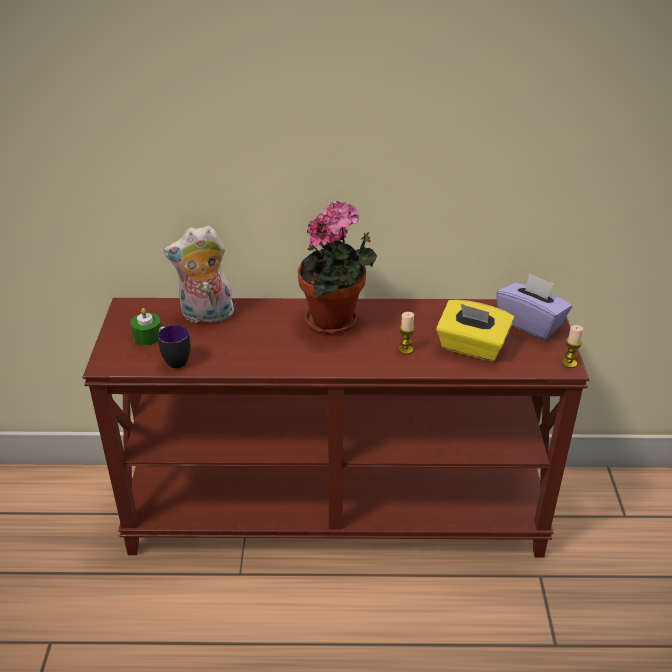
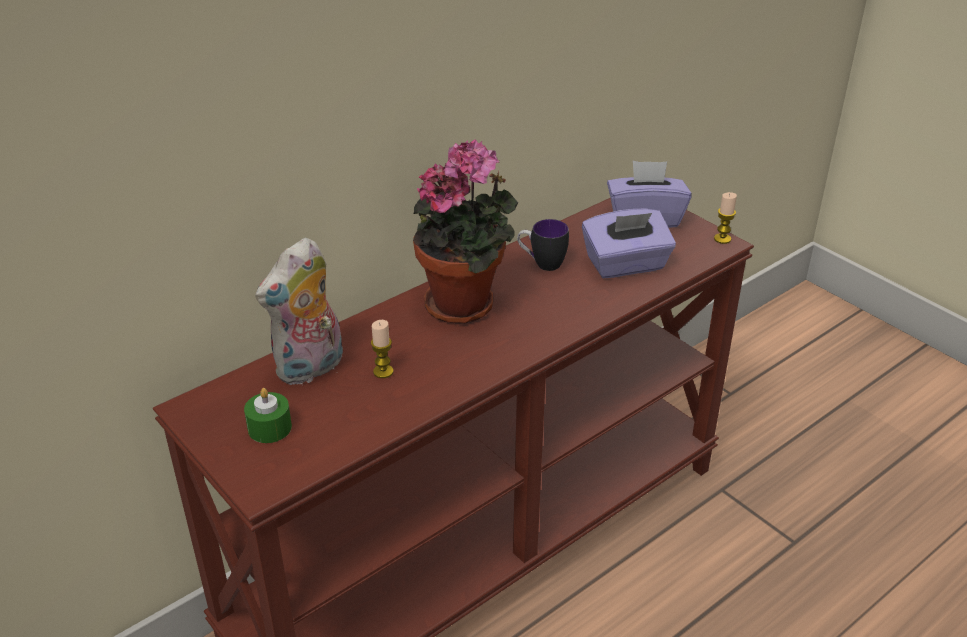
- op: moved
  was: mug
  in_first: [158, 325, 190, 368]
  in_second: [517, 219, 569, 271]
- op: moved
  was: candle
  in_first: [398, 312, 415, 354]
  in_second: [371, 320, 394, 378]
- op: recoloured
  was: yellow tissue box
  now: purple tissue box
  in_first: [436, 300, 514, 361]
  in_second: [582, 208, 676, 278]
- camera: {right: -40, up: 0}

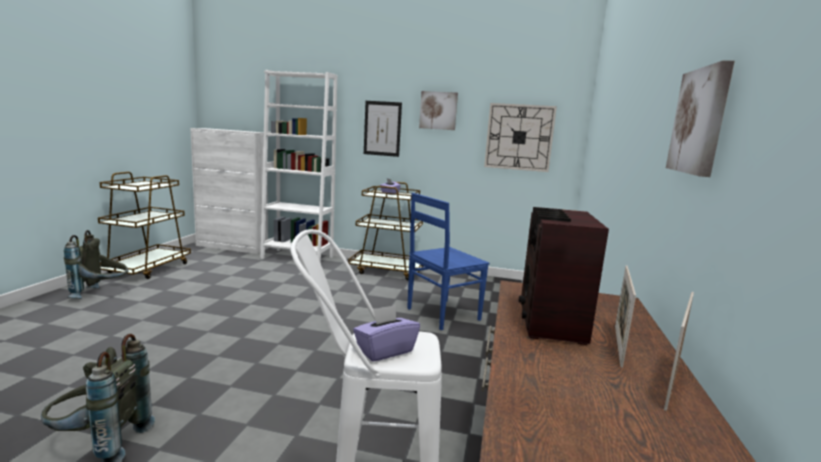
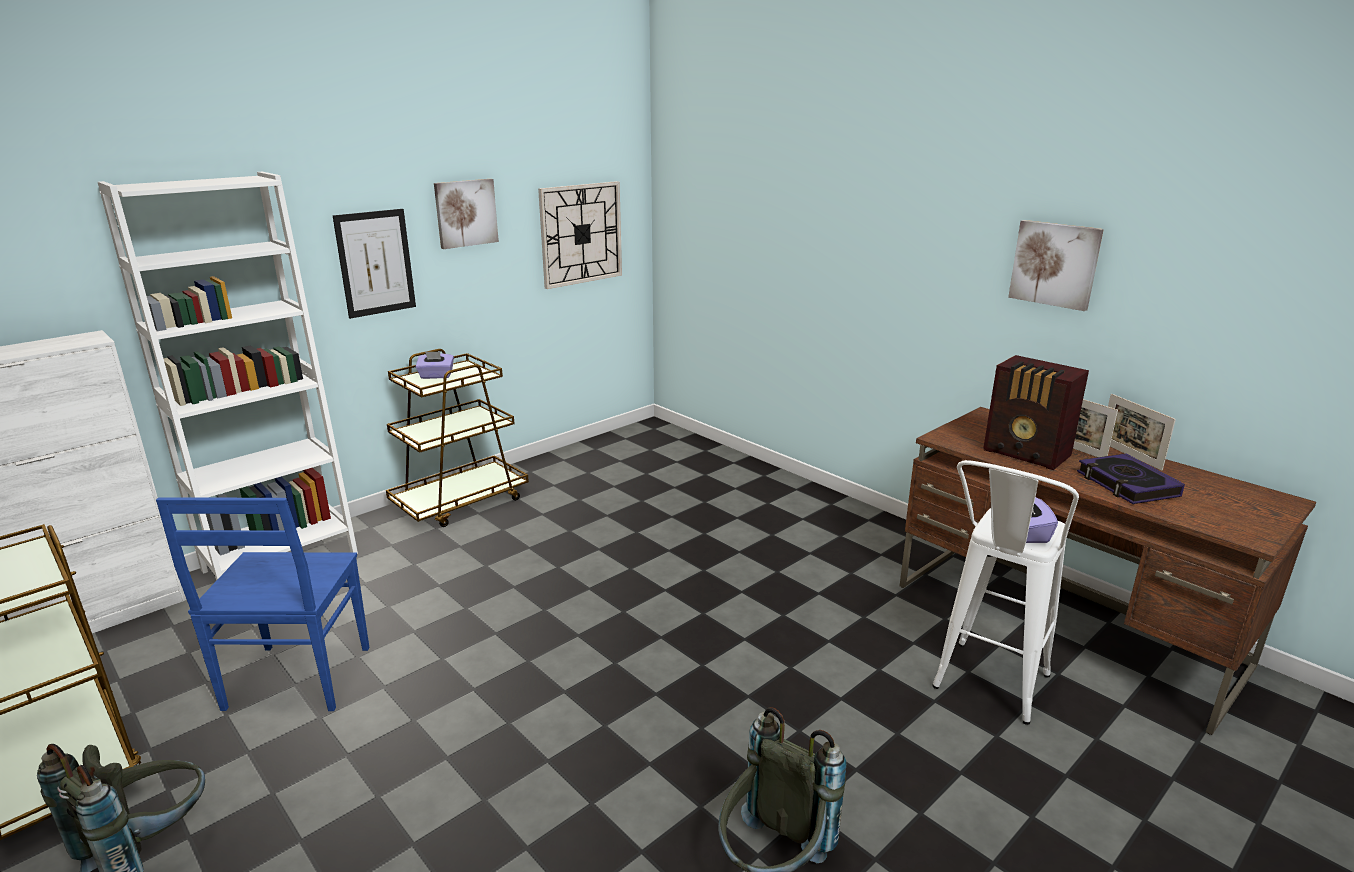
- op: moved
  was: blue chair
  in_first: [407, 193, 489, 330]
  in_second: [156, 497, 369, 711]
- op: added
  now: book
  in_second: [1077, 454, 1185, 504]
- camera: {right: -55, up: 10}

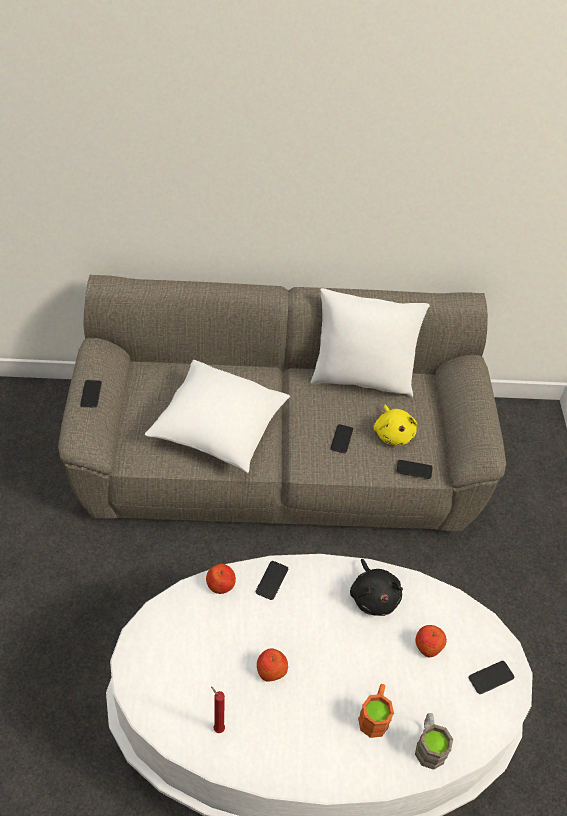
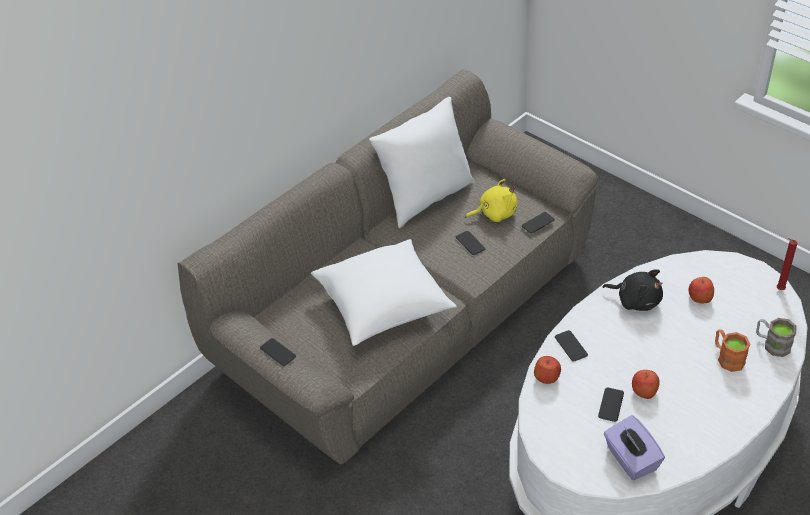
- op: moved
  was: red candle
  in_first: [211, 687, 225, 733]
  in_second: [777, 238, 797, 290]
- op: turned
  was: yellow plush toy
  in_first: [374, 405, 417, 445]
  in_second: [465, 179, 518, 222]
  clockwise: -45
- op: moved
  was: phone
  in_first: [469, 661, 514, 694]
  in_second: [598, 387, 624, 422]
- op: added
  now: purple tissue box
  in_second: [604, 415, 665, 480]
- camera: {right: -40, up: -5}

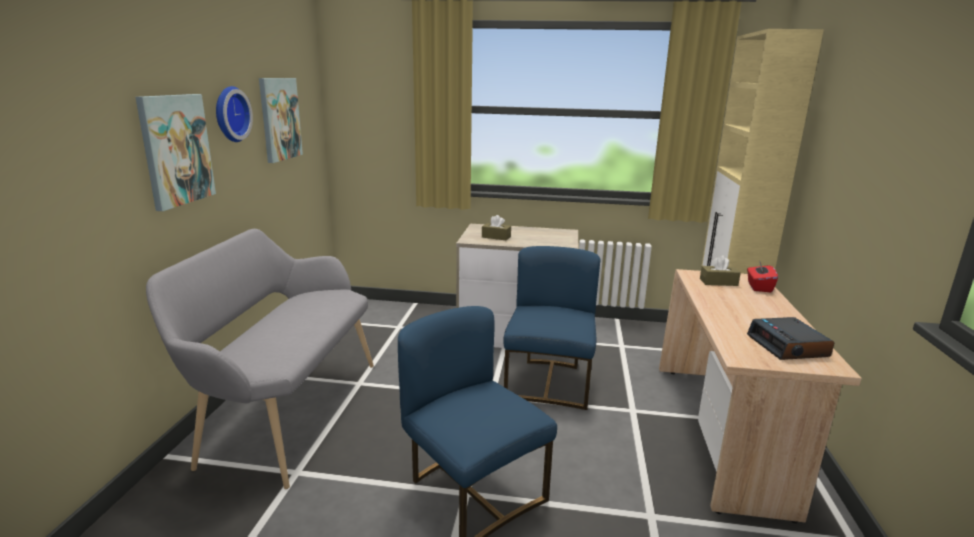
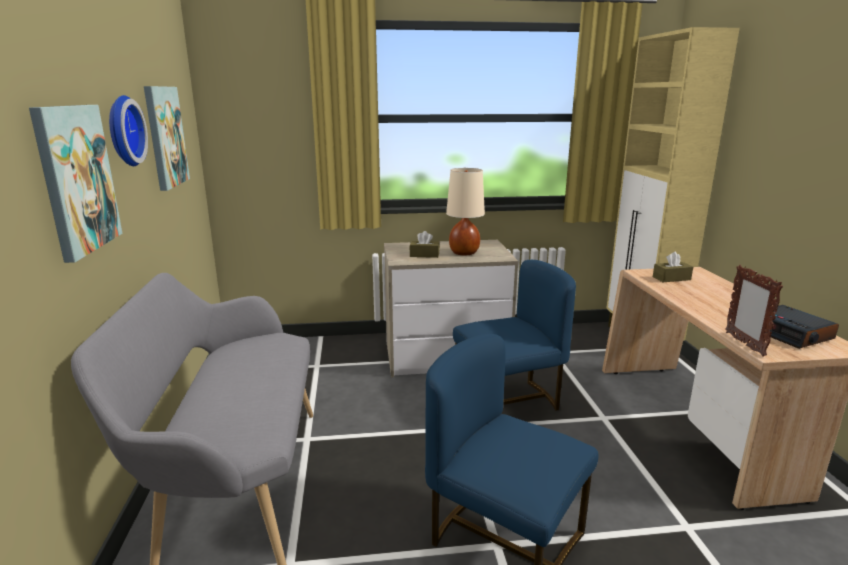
- op: turned
  was: blue chair
  in_first: [503, 246, 600, 410]
  in_second: [453, 260, 576, 411]
  clockwise: 75
- op: removed
  was: red tissue box
  in_first: [747, 260, 778, 293]
- op: added
  now: beige table lamp
  in_second: [446, 168, 485, 255]
- op: added
  now: picture frame
  in_second: [725, 265, 783, 357]
- camera: {right: -15, up: 0}

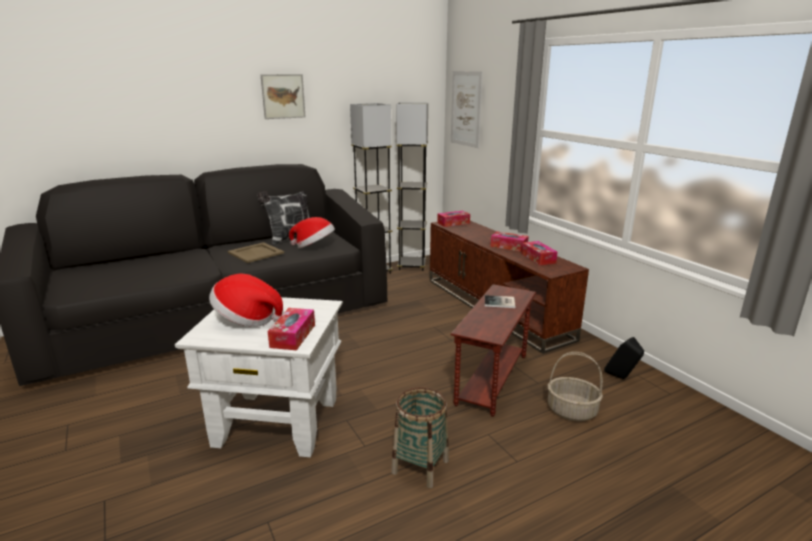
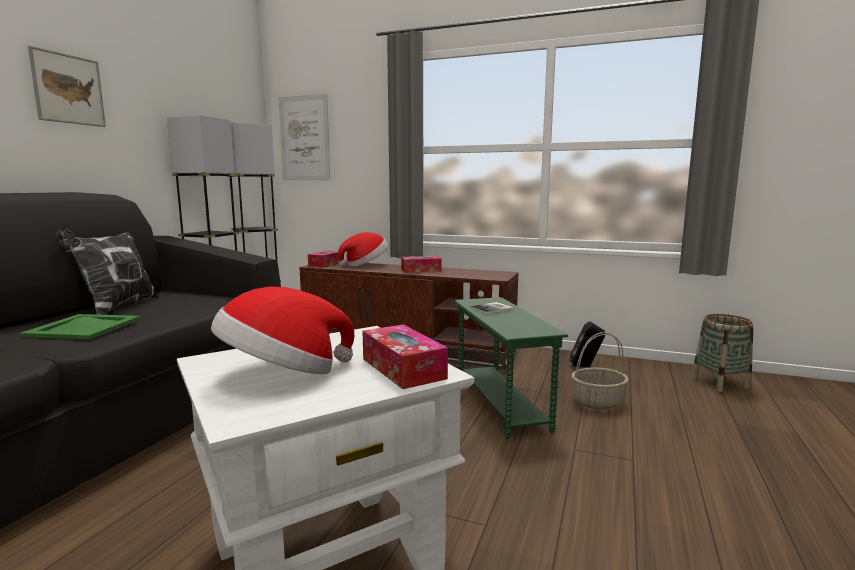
- op: recoloured
  was: beige tray
  now: green tray
  in_first: [227, 242, 284, 263]
  in_second: [20, 314, 141, 339]
- op: moved
  was: hat
  in_first: [289, 217, 335, 248]
  in_second: [338, 232, 388, 267]
- op: moved
  was: basket
  in_first: [391, 387, 449, 488]
  in_second: [692, 314, 753, 392]
- op: recoloured
  was: brown side table
  now: green side table
  in_first: [451, 284, 537, 417]
  in_second: [453, 297, 568, 439]
- op: removed
  was: tissue box
  in_first: [521, 241, 558, 265]
- camera: {right: -40, up: -10}

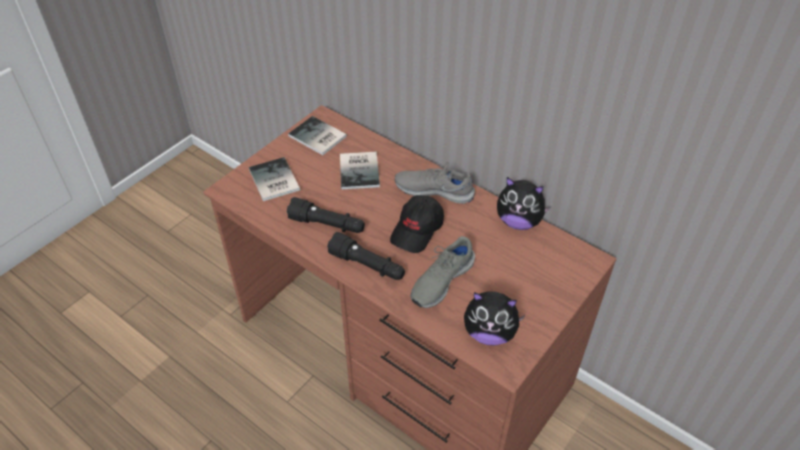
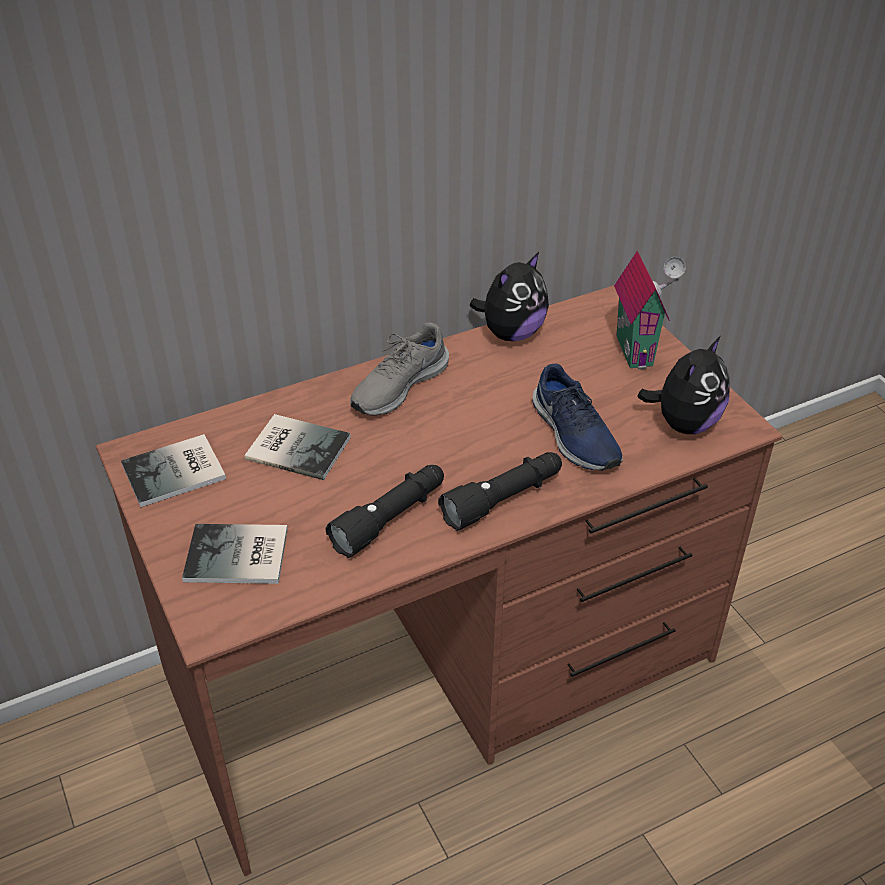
- op: removed
  was: black cap
  in_first: [390, 195, 444, 253]
- op: recoloured
  was: grey shoe
  now: blue shoe
  in_first: [411, 236, 475, 308]
  in_second: [533, 363, 623, 471]
- op: added
  now: toy house
  in_second: [614, 251, 686, 370]
- camera: {right: -65, up: -5}

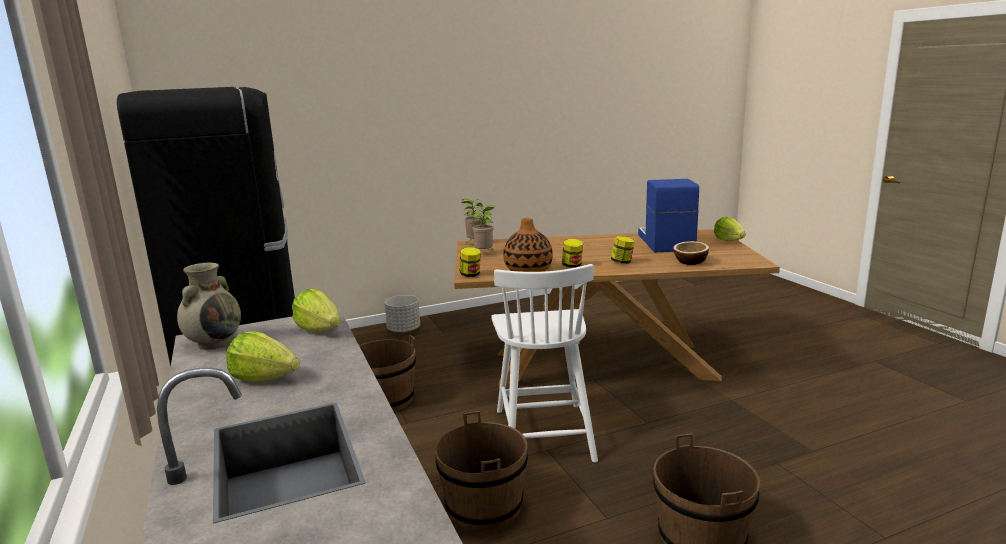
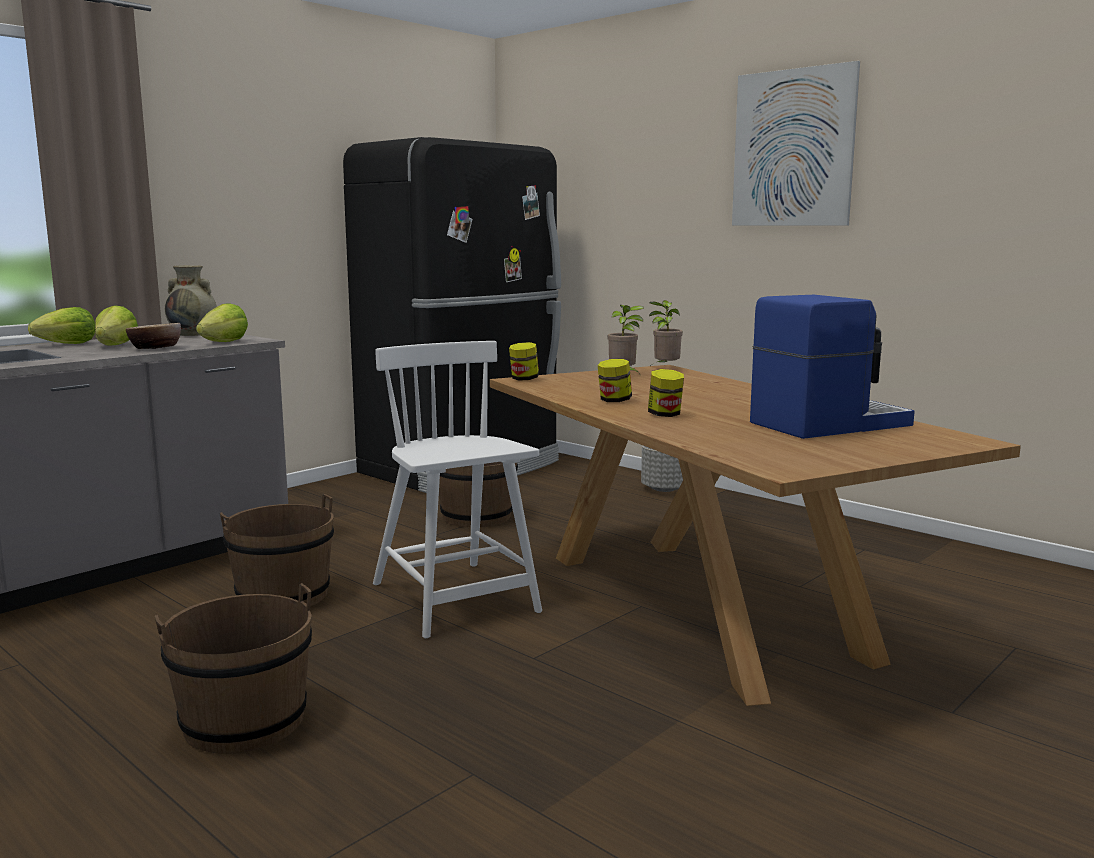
- op: turned
  was: white chair
  in_first: [491, 264, 598, 463]
  in_second: [373, 341, 542, 638]
  clockwise: 90
- op: removed
  was: vase
  in_first: [503, 218, 553, 272]
- op: moved
  was: bowl
  in_first: [673, 241, 709, 265]
  in_second: [126, 323, 181, 349]
- op: moved
  was: lettuce
  in_first: [714, 217, 746, 241]
  in_second: [28, 307, 95, 344]
- op: added
  now: picture
  in_second: [732, 61, 860, 225]
- camera: {right: 65, up: -5}

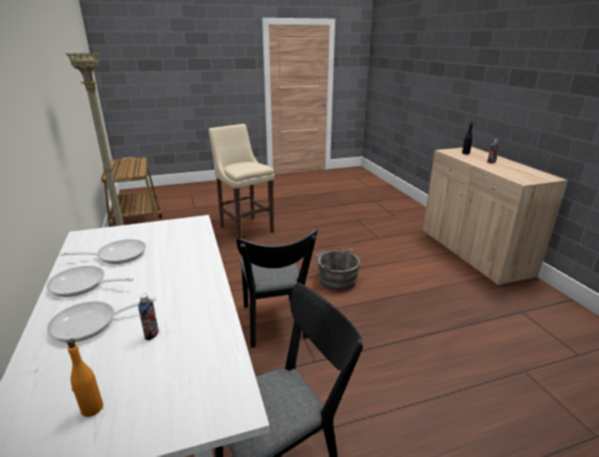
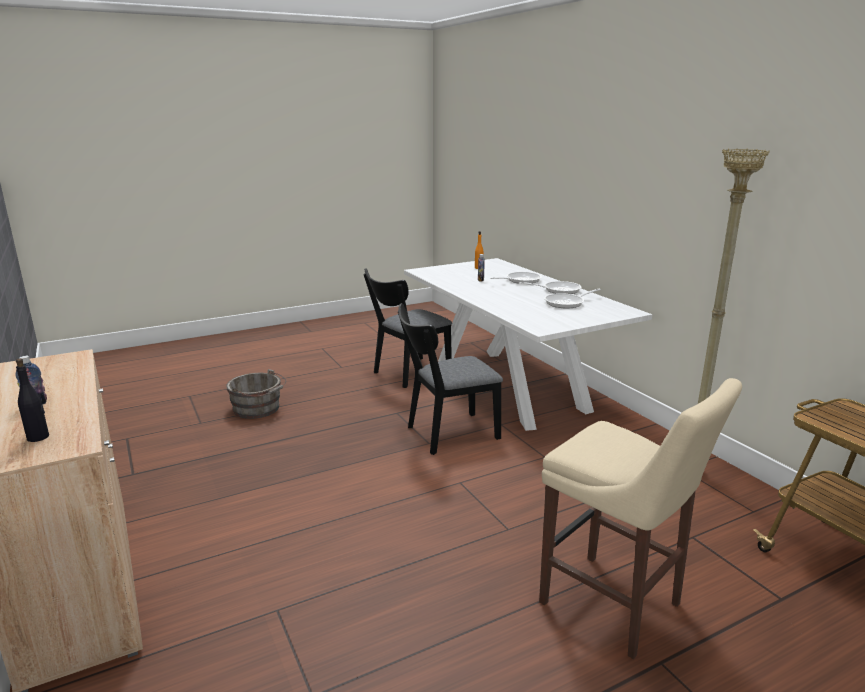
- op: turned
  was: black chair
  in_first: [236, 229, 317, 348]
  in_second: [398, 303, 503, 455]
  clockwise: -90
- op: moved
  was: grey bucket
  in_first: [313, 249, 360, 291]
  in_second: [226, 369, 286, 419]
- camera: {right: 170, up: -5}

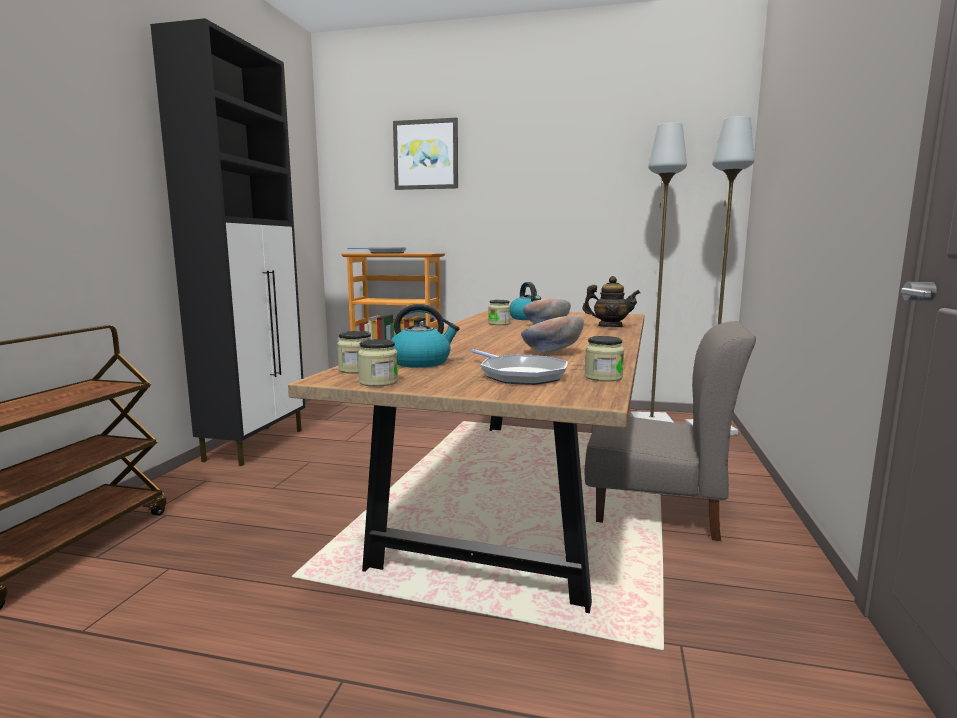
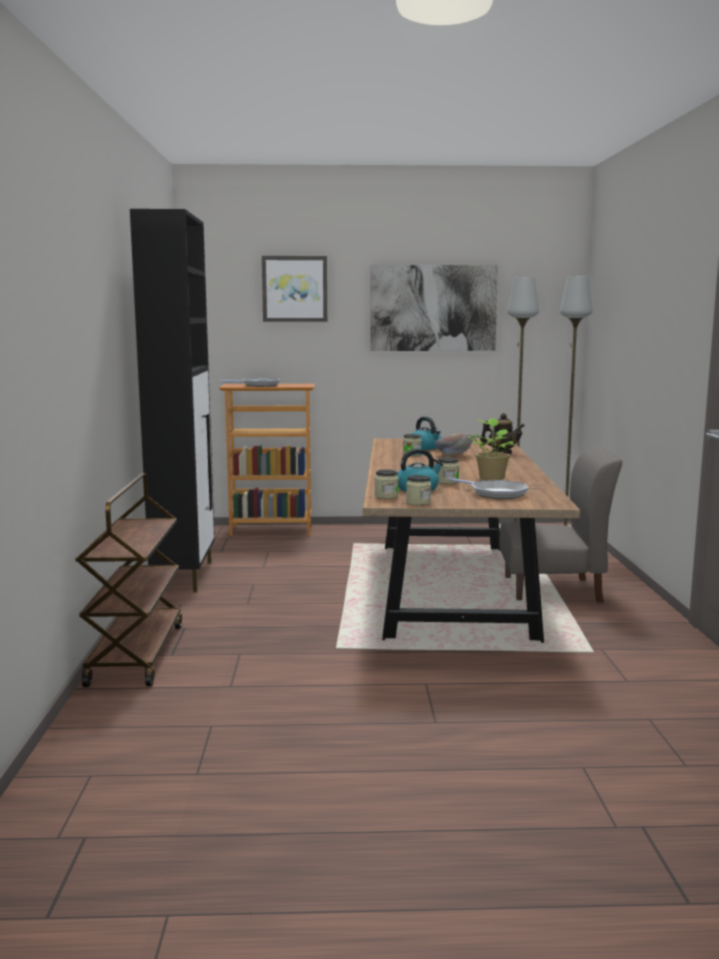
- op: replaced
  was: bowl
  now: potted plant
  in_first: [521, 316, 584, 353]
  in_second: [468, 418, 515, 480]
- op: moved
  was: jar
  in_first: [585, 336, 624, 382]
  in_second: [438, 457, 459, 484]
- op: added
  now: picture
  in_second: [370, 265, 498, 351]
- camera: {right: -15, up: 0}

